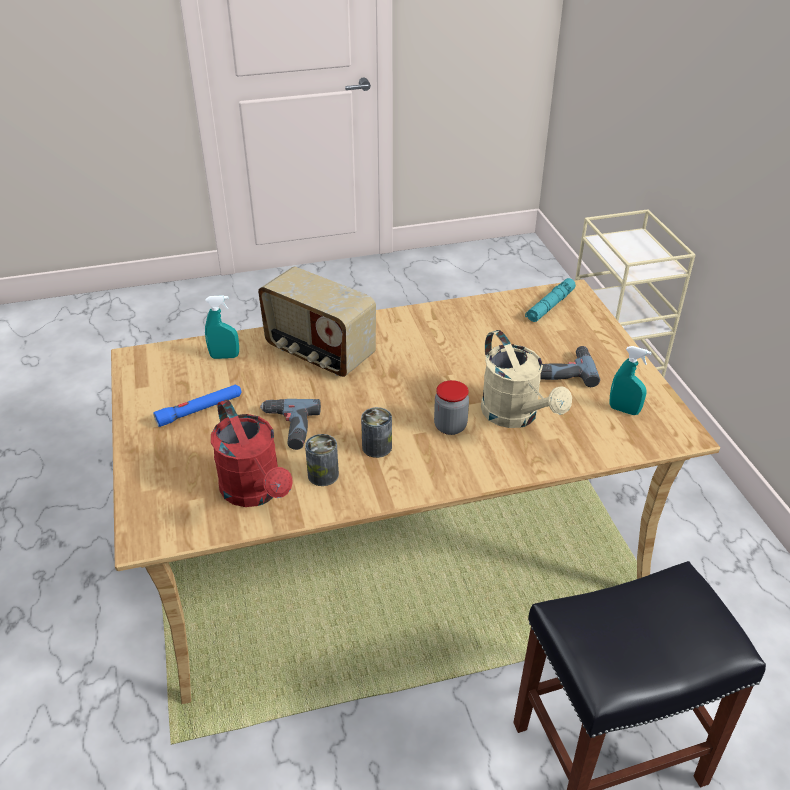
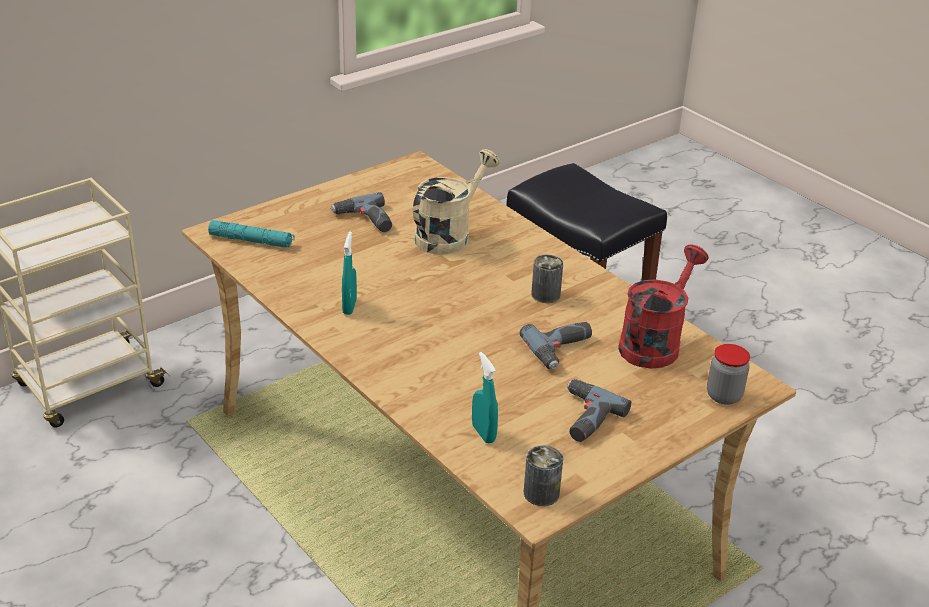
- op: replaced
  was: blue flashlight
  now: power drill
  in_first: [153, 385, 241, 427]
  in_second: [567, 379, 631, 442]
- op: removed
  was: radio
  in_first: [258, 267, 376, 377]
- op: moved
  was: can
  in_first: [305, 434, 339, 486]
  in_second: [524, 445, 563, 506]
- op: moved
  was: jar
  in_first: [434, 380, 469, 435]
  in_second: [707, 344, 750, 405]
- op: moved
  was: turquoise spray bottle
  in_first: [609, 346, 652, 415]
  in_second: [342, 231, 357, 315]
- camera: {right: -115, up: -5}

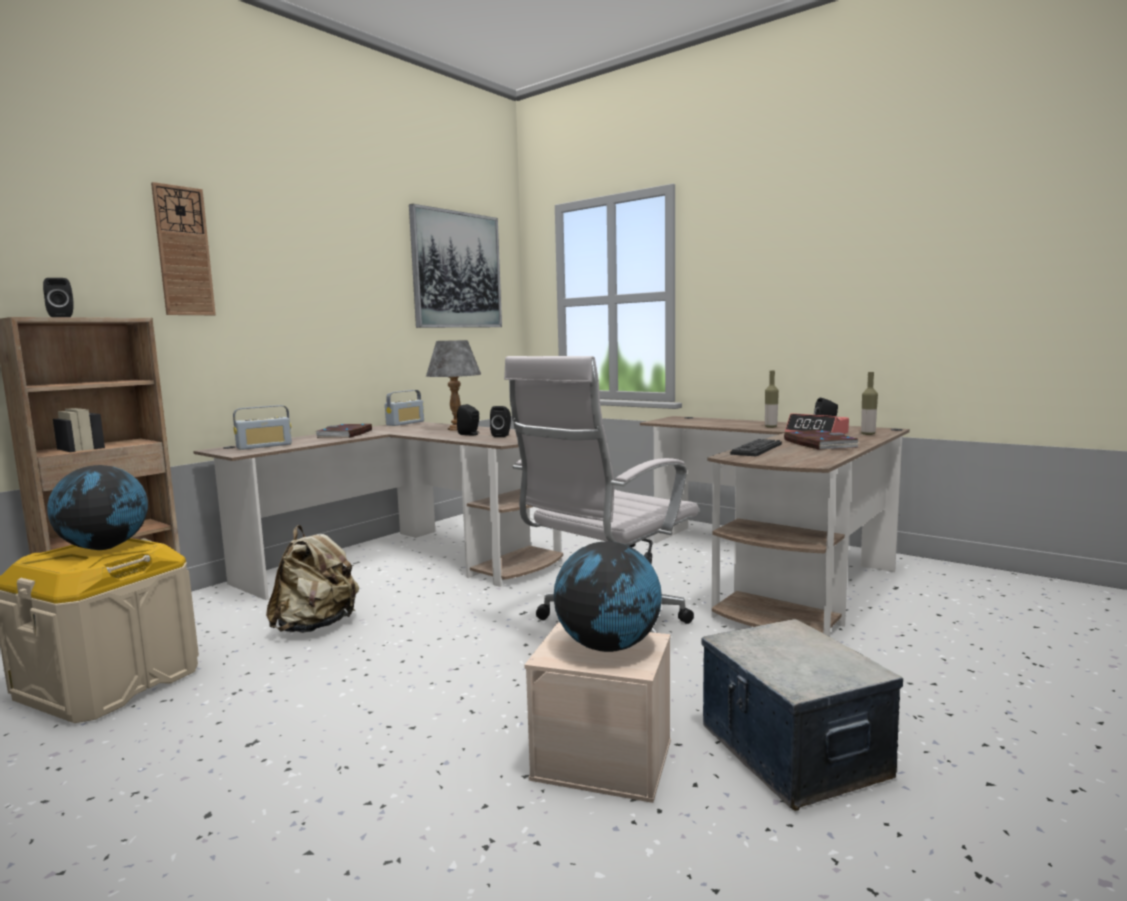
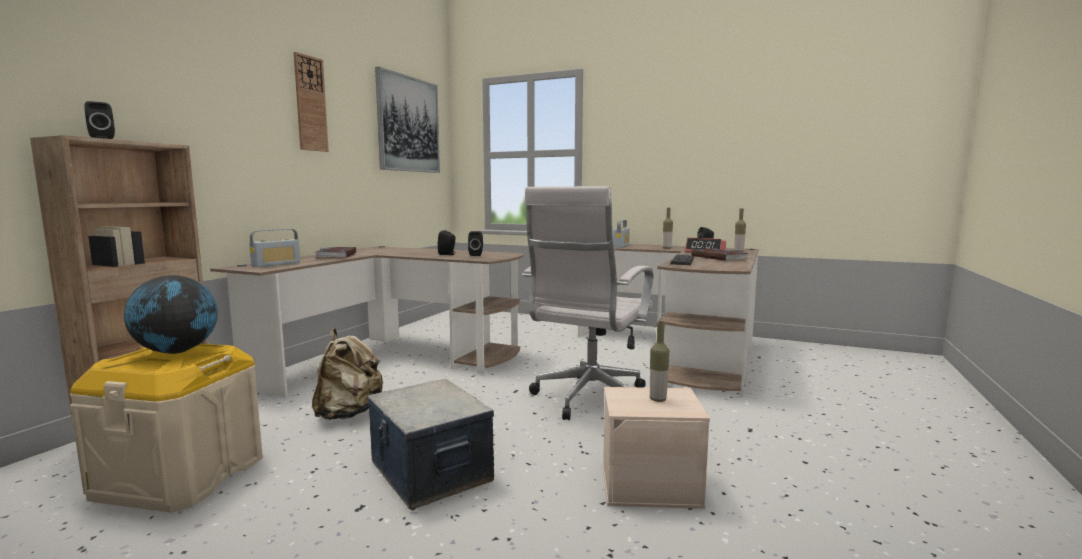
- op: moved
  was: wall clock
  in_first: [151, 182, 216, 315]
  in_second: [294, 52, 329, 152]
- op: moved
  was: radio
  in_first: [385, 390, 424, 426]
  in_second: [613, 220, 630, 248]
- op: removed
  was: grey table lamp
  in_first: [426, 340, 481, 430]
- op: replaced
  was: globe
  now: bottle
  in_first: [554, 542, 662, 652]
  in_second: [650, 322, 669, 402]
- op: moved
  was: storage box
  in_first: [701, 619, 903, 811]
  in_second: [367, 379, 494, 510]
- camera: {right: -15, up: 0}

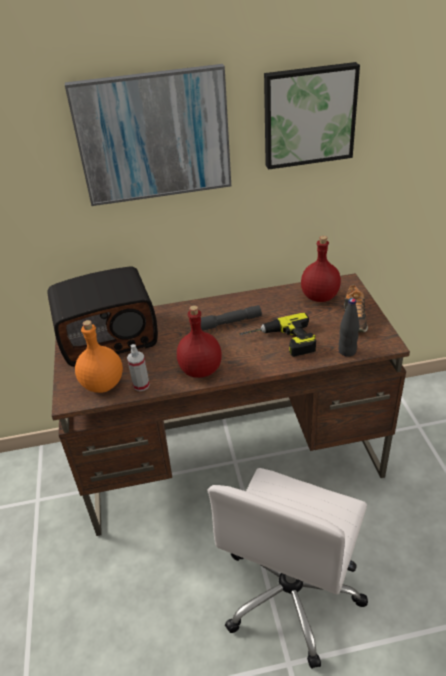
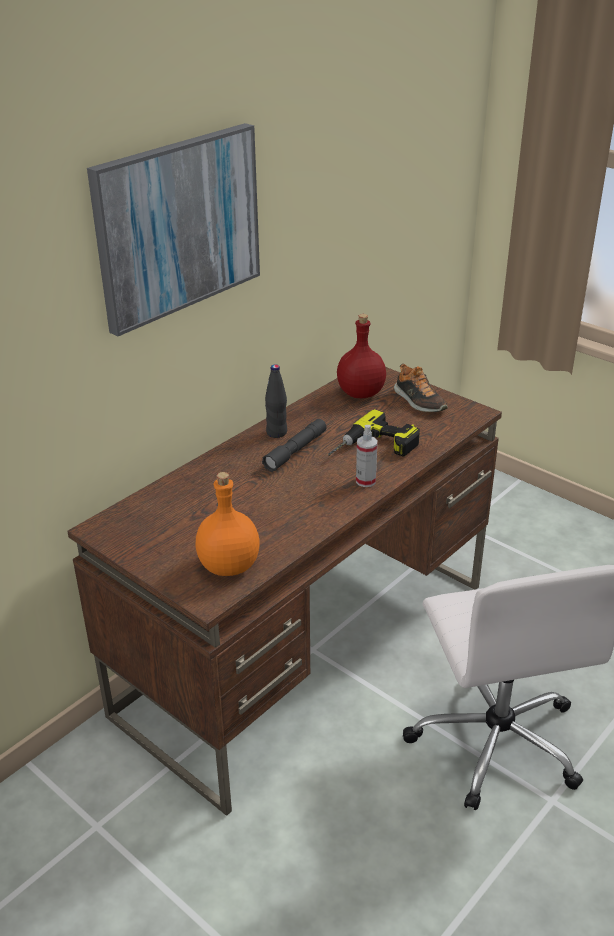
- op: removed
  was: radio
  in_first: [47, 267, 158, 367]
- op: moved
  was: spray bottle
  in_first: [127, 344, 150, 391]
  in_second: [356, 425, 378, 487]
- op: removed
  was: red bottle
  in_first: [177, 305, 222, 378]
- op: removed
  was: picture
  in_first: [264, 62, 360, 170]
- op: moved
  was: black bottle
  in_first: [338, 298, 359, 357]
  in_second: [265, 364, 287, 438]
- camera: {right: -40, up: -5}

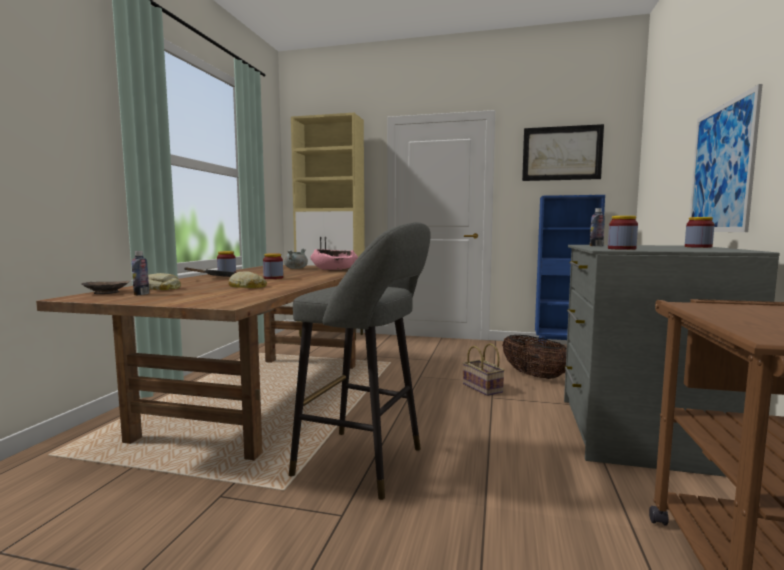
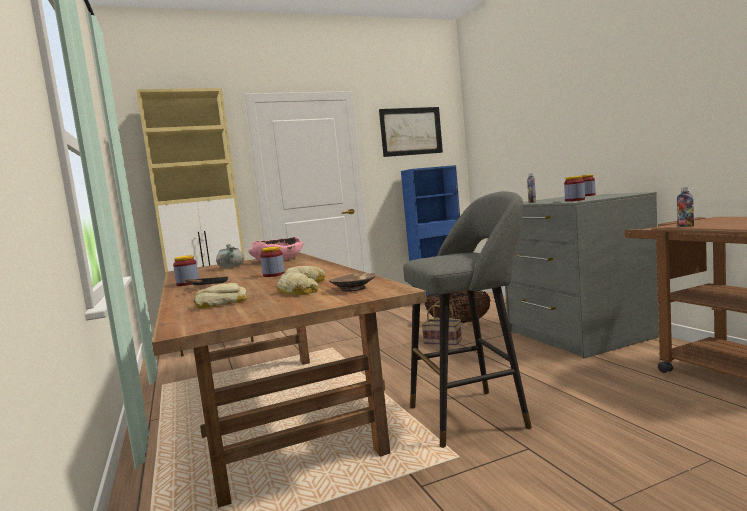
- op: moved
  was: brown bowl
  in_first: [81, 281, 130, 294]
  in_second: [329, 273, 375, 292]
- op: moved
  was: bottle
  in_first: [132, 251, 149, 295]
  in_second: [677, 187, 694, 227]
- op: removed
  was: picture
  in_first: [689, 84, 762, 232]
- op: added
  now: bread
  in_second: [277, 273, 319, 295]
- camera: {right: -35, up: 0}

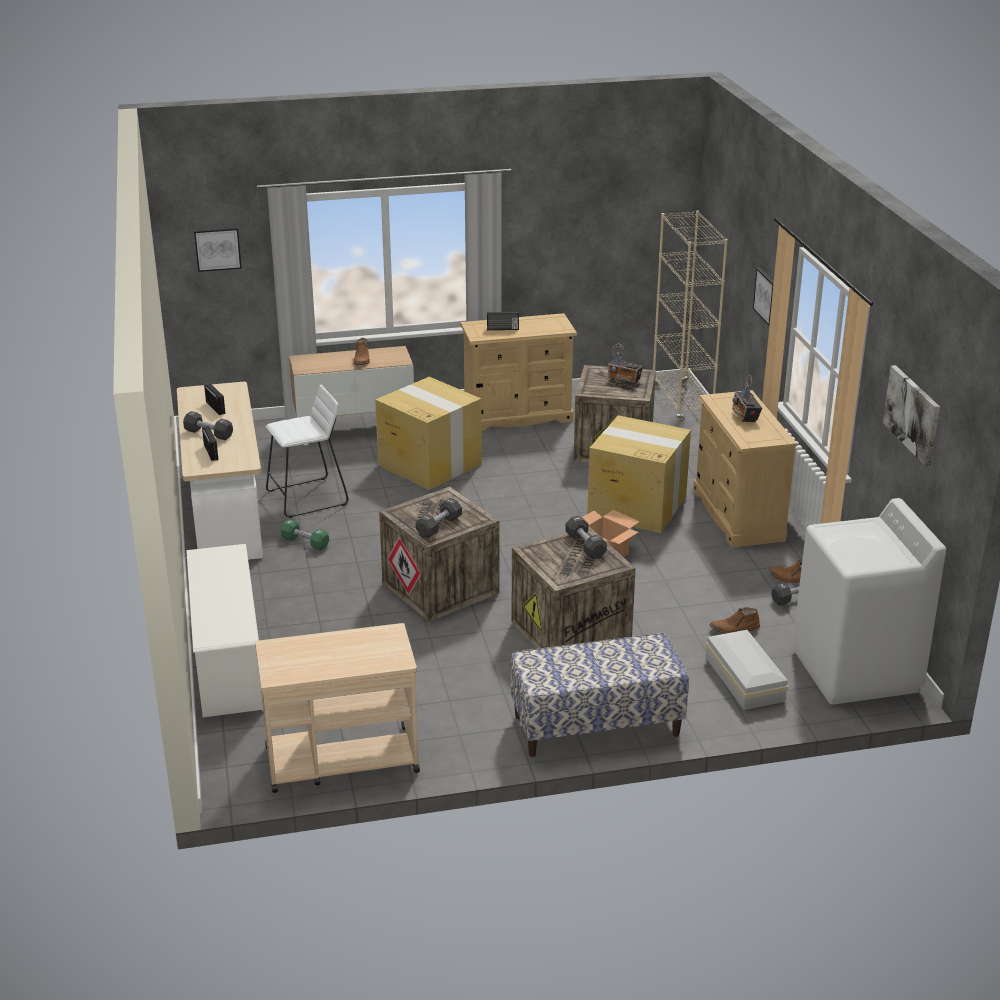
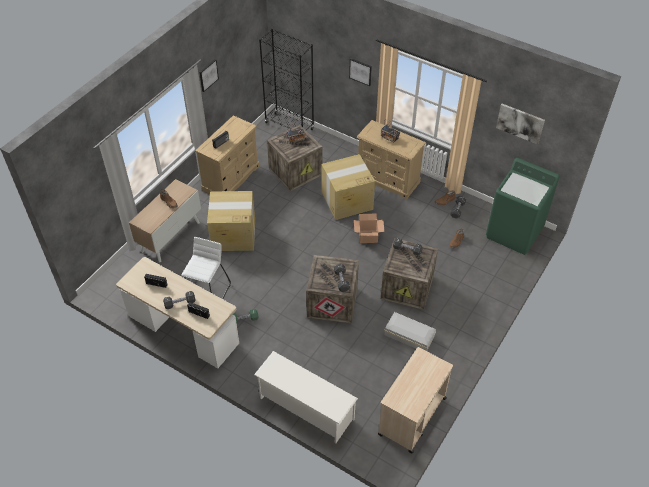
- op: moved
  was: picture
  in_first: [194, 228, 242, 272]
  in_second: [199, 59, 219, 92]
- op: removed
  was: bench
  in_first: [510, 633, 689, 757]
- op: recoloured
  was: beige bookcase
  now: black bookcase
  in_first: [653, 210, 728, 423]
  in_second: [259, 29, 314, 131]
- op: moved
  was: white storage box
  in_first: [706, 630, 788, 710]
  in_second: [384, 312, 436, 351]
- op: recoloured
  was: white washing machine
  now: green washing machine
  in_first: [793, 498, 946, 705]
  in_second: [486, 158, 560, 255]
- camera: {right: -45, up: 20}

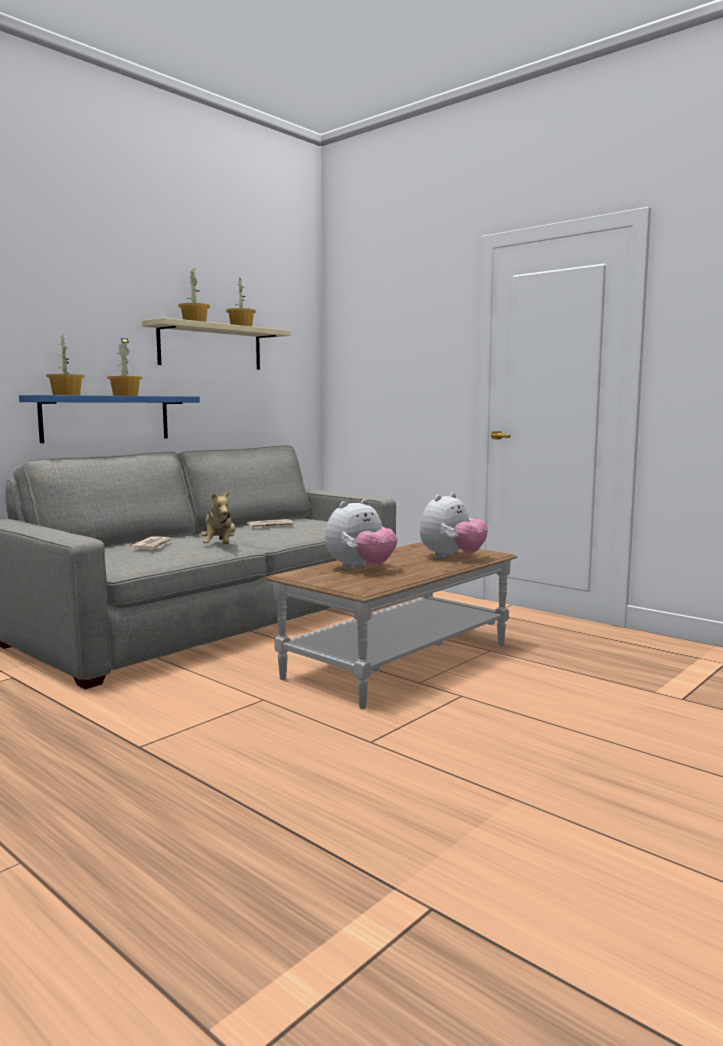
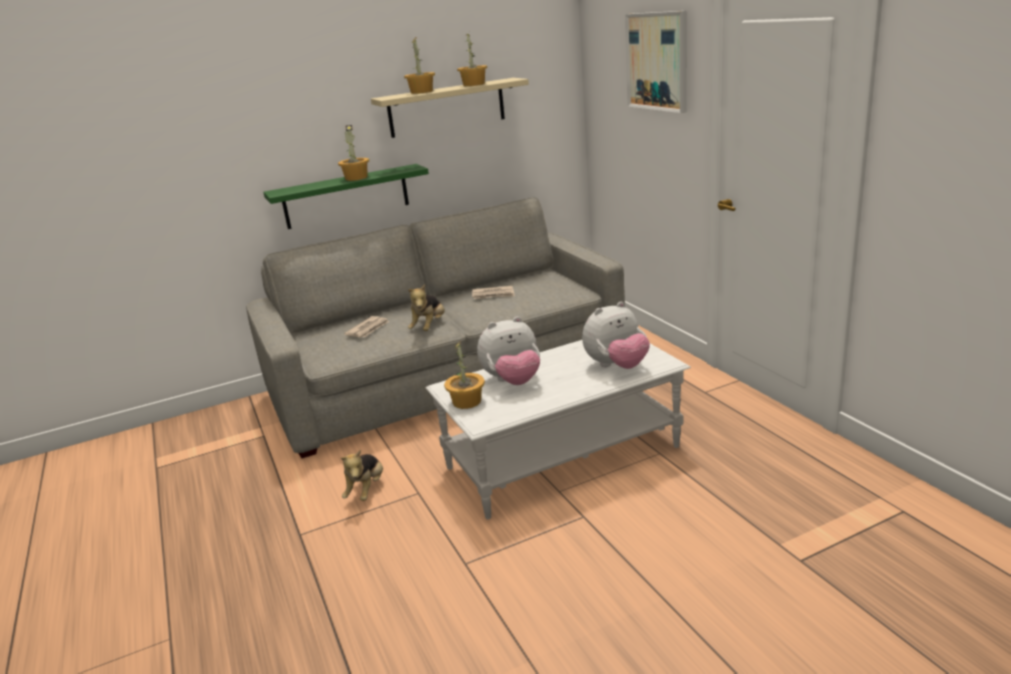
- op: recoloured
  was: blue shelf
  now: green shelf
  in_first: [19, 395, 200, 443]
  in_second: [263, 164, 429, 229]
- op: moved
  was: potted plant
  in_first: [46, 336, 85, 395]
  in_second: [444, 340, 485, 409]
- op: recoloured
  was: brown coffee table
  now: white coffee table
  in_first: [265, 542, 517, 709]
  in_second: [426, 340, 691, 519]
- op: added
  now: plush toy
  in_second: [341, 450, 383, 501]
- op: added
  now: picture
  in_second: [625, 11, 687, 113]
- camera: {right: 25, up: 15}

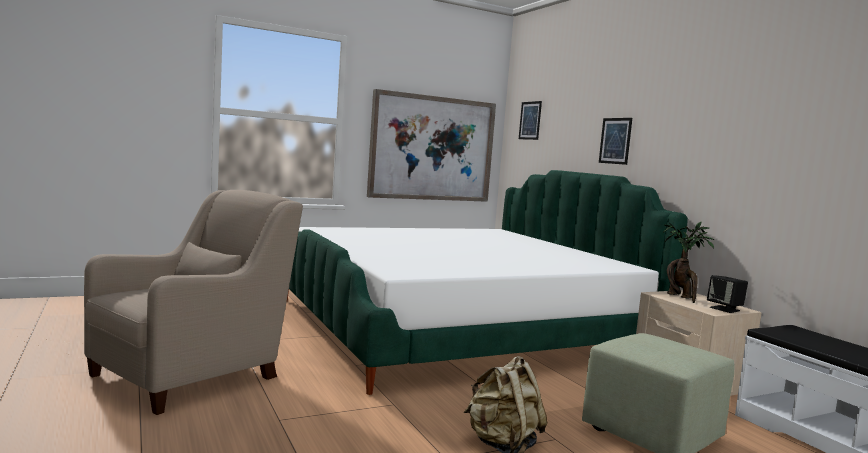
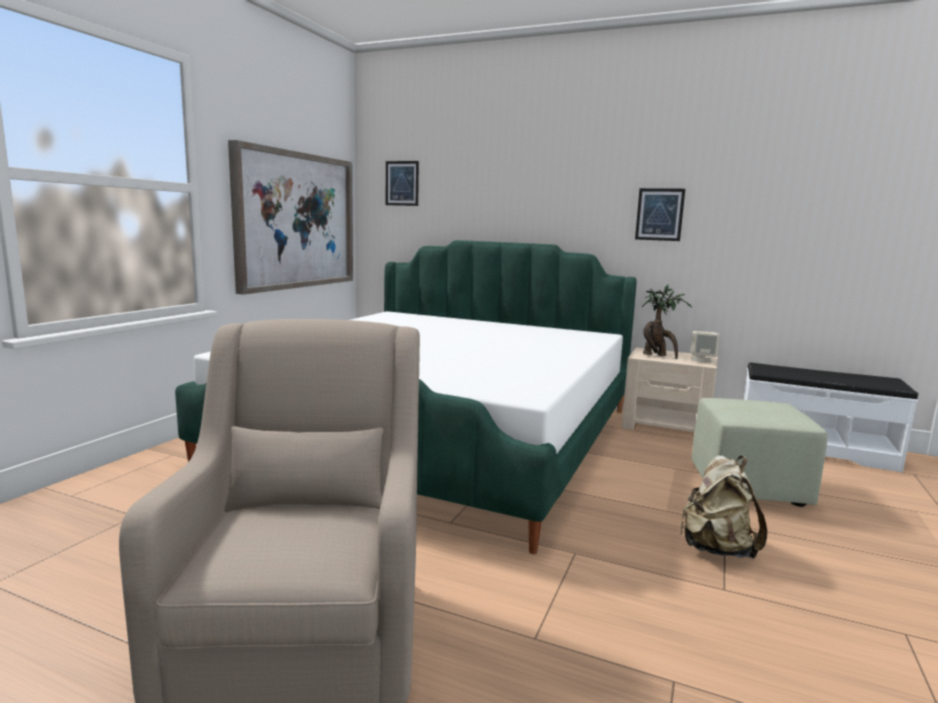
- op: moved
  was: picture
  in_first: [599, 118, 632, 165]
  in_second: [635, 188, 685, 241]
- op: recoloured
  was: black speaker
  now: beige speaker
  in_first: [707, 275, 748, 313]
  in_second: [690, 331, 719, 362]
- camera: {right: -40, up: 5}

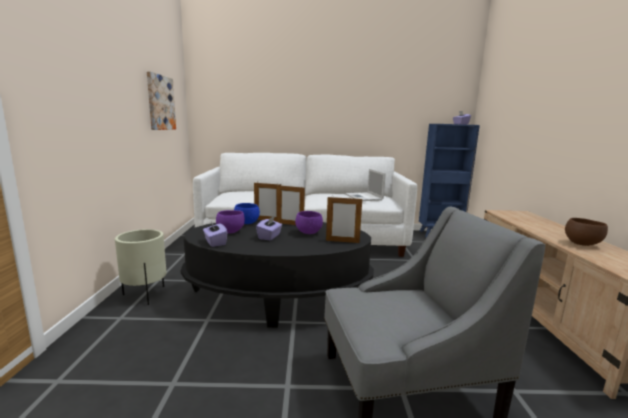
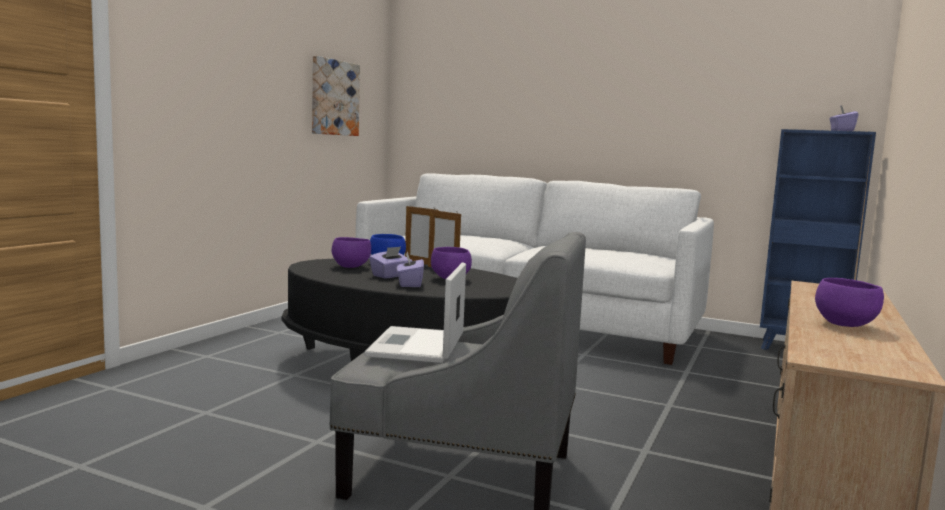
- op: removed
  was: beige planter
  in_first: [115, 229, 167, 305]
- op: moved
  was: purple tissue box
  in_first: [203, 222, 227, 247]
  in_second: [397, 251, 424, 287]
- op: removed
  was: picture frame
  in_first: [326, 197, 362, 243]
- op: moved
  was: laptop
  in_first: [345, 169, 386, 201]
  in_second: [365, 262, 466, 363]
- op: recoloured
  was: brown bowl
  now: purple bowl
  in_first: [565, 218, 608, 246]
  in_second: [815, 278, 884, 327]
- camera: {right: 25, up: -5}

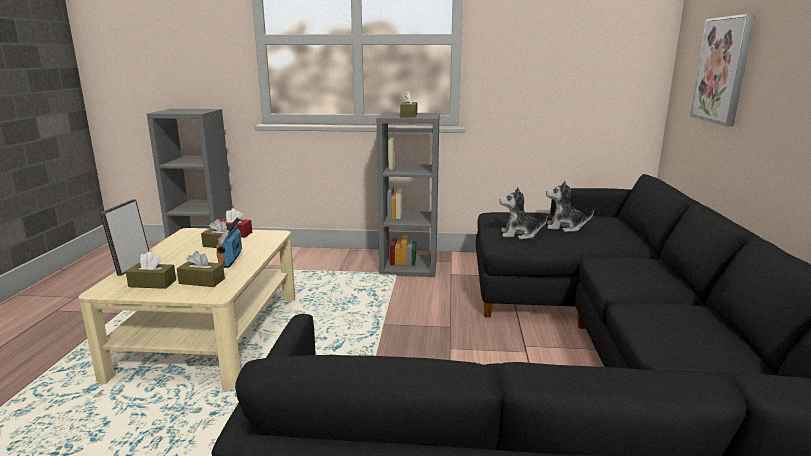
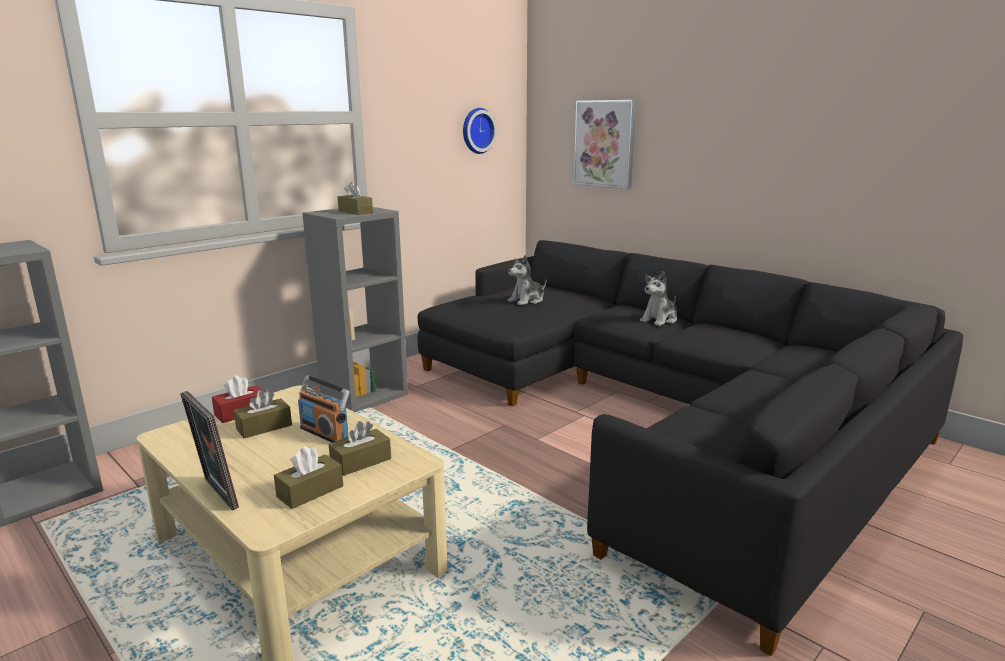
- op: moved
  was: plush toy
  in_first: [499, 187, 547, 239]
  in_second: [640, 271, 677, 326]
- op: added
  now: wall clock
  in_second: [463, 108, 497, 154]
- camera: {right: -50, up: 0}

